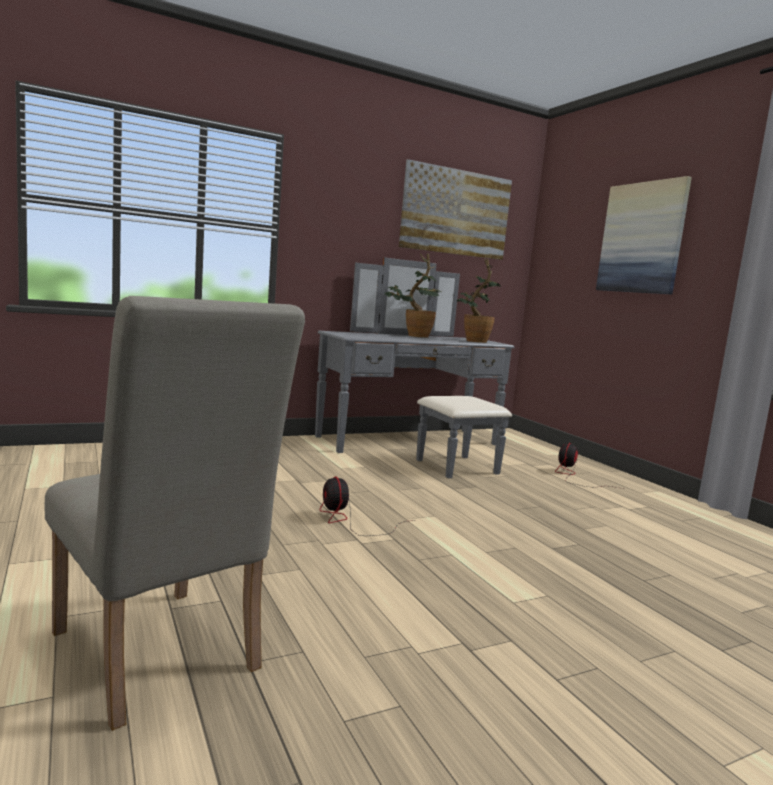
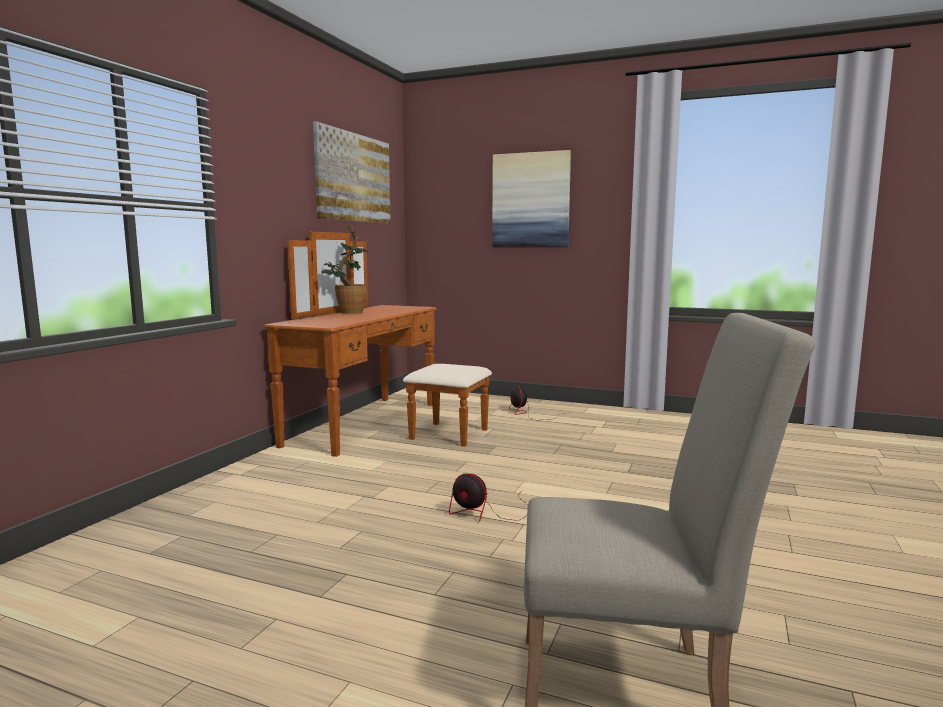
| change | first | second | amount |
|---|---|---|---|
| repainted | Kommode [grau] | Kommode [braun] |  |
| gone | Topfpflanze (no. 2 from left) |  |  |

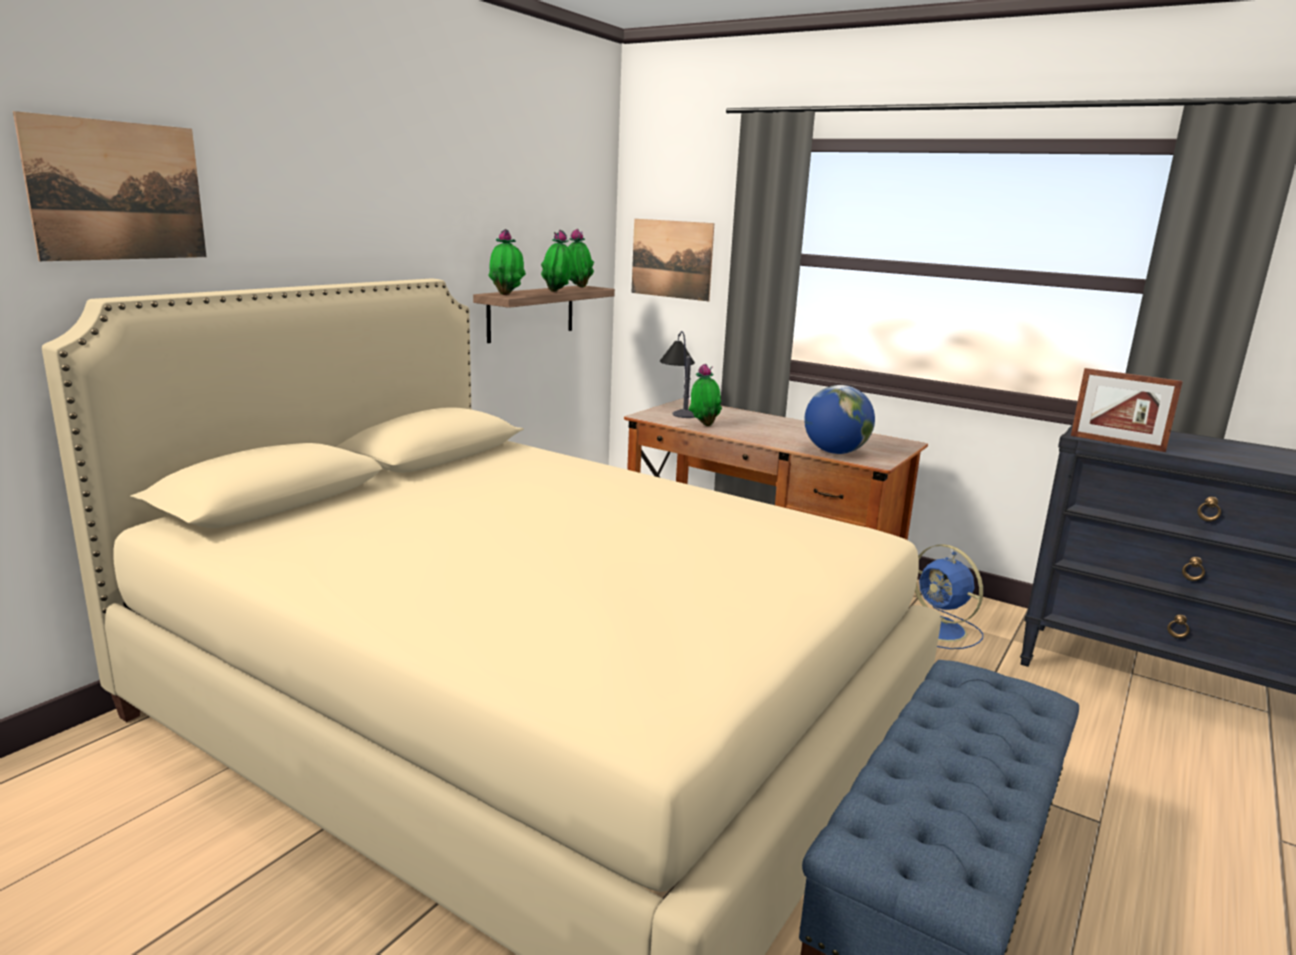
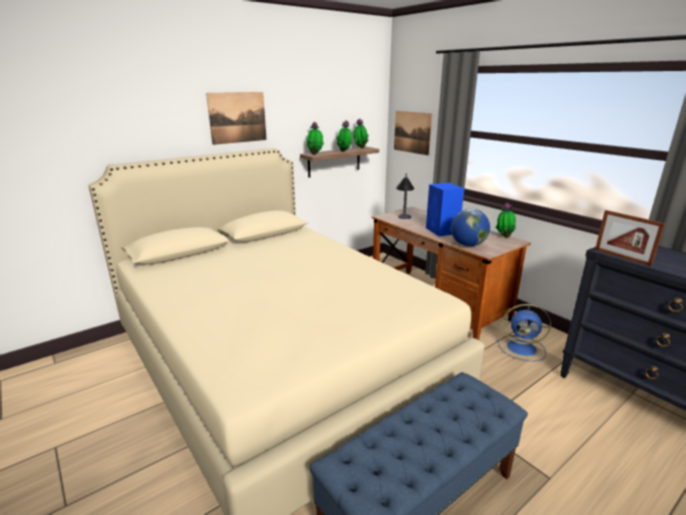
| change | first | second | amount |
|---|---|---|---|
| shifted | Bild (no. 1 from left) |  |  |
| shifted | Topfpflanze (no. 4 from left) |  |  |
| rotated | Ventilator [blau] |  | 60 degrees counterclockwise |
| new |  | Lautsprecher [blau] |  |

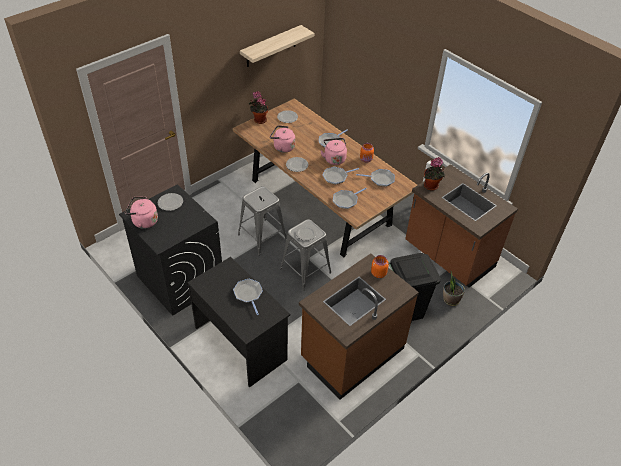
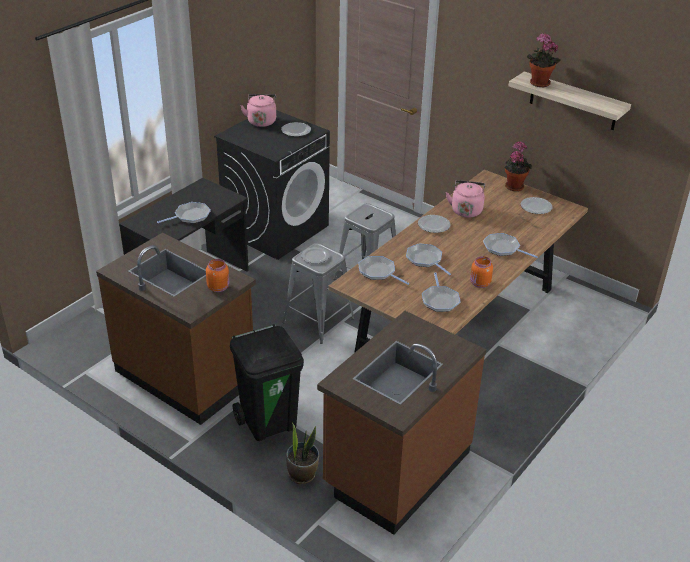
| change | first | second | amount |
|---|---|---|---|
| gone | Wasserkessel [rosa] (no. 3 from left) |  |  |
| shifted | Topfpflanze (no. 2 from left in the first image) | Topfpflanze (no. 3 from left) |  |

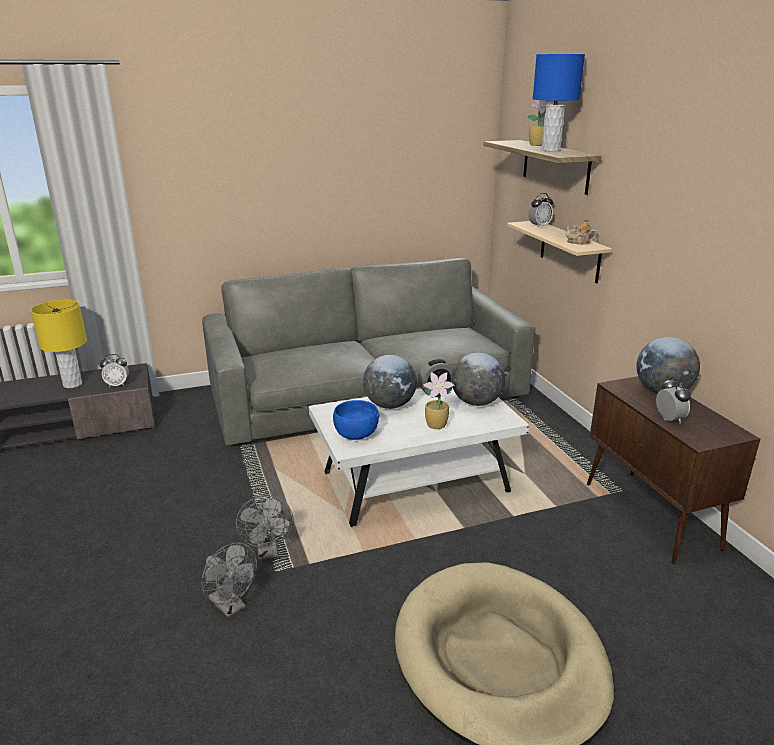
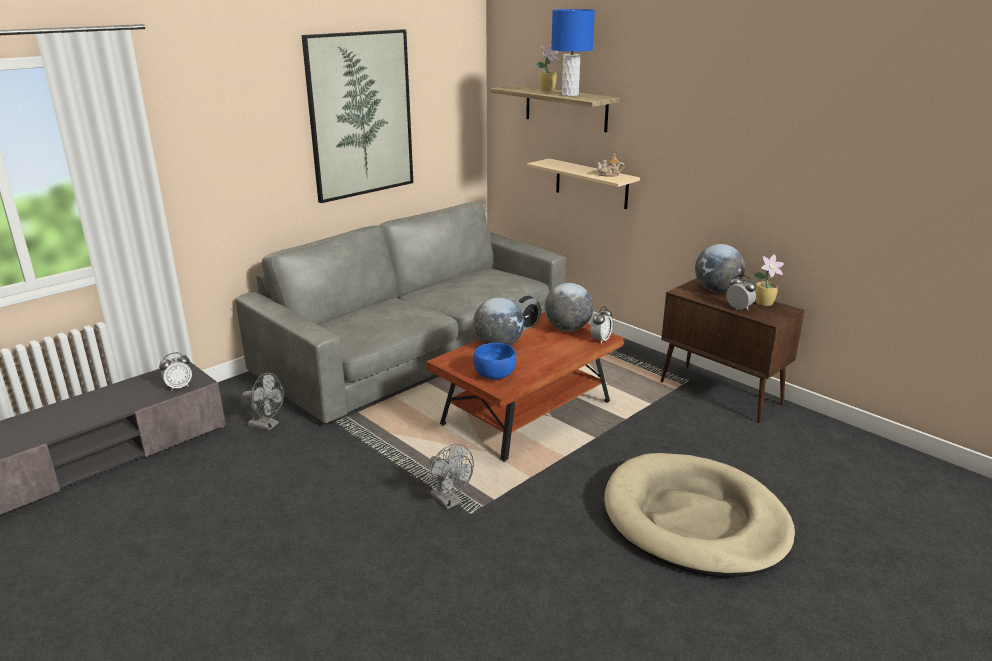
| change | first | second | amount |
|---|---|---|---|
| gone | Tischlampe [gelb] |  |  |
| shifted | Ventilator [grau] (no. 1 from left) |  |  |
| repainted | Couchtisch [weiß] | Couchtisch [braun] |  |
| shifted | Topfpflanze (no. 1 from left in the first image) | Topfpflanze (no. 2 from left) |  |
| shifted | Wecker (no. 3 from left) |  |  |
| new |  | Bild |  |

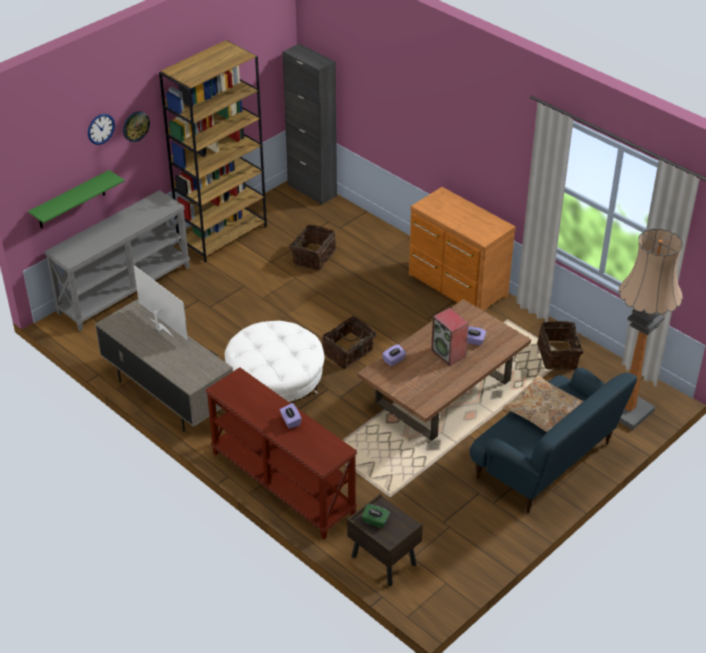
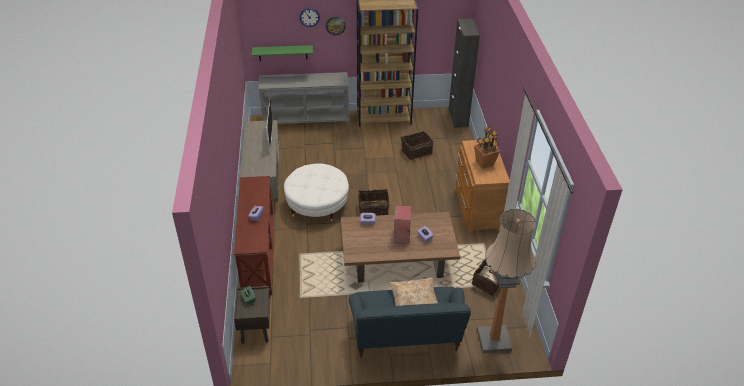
| change | first | second | amount |
|---|---|---|---|
| new |  | Topfpflanze |  |

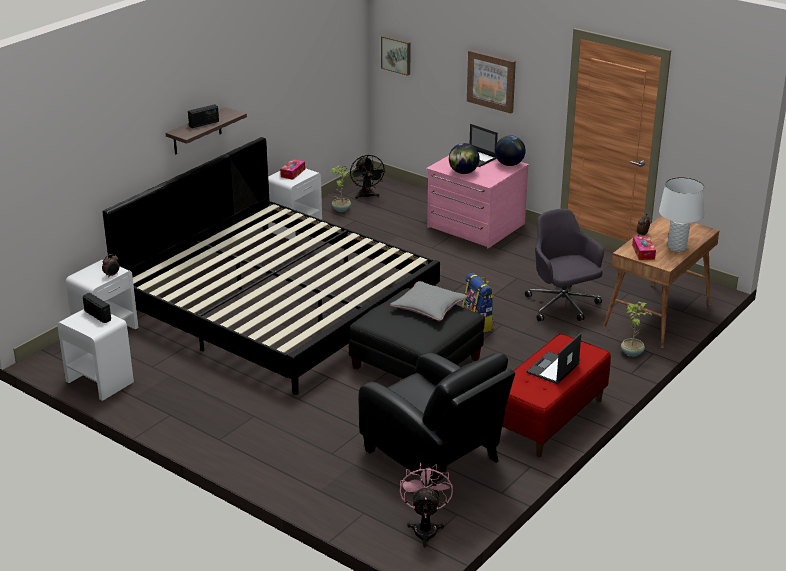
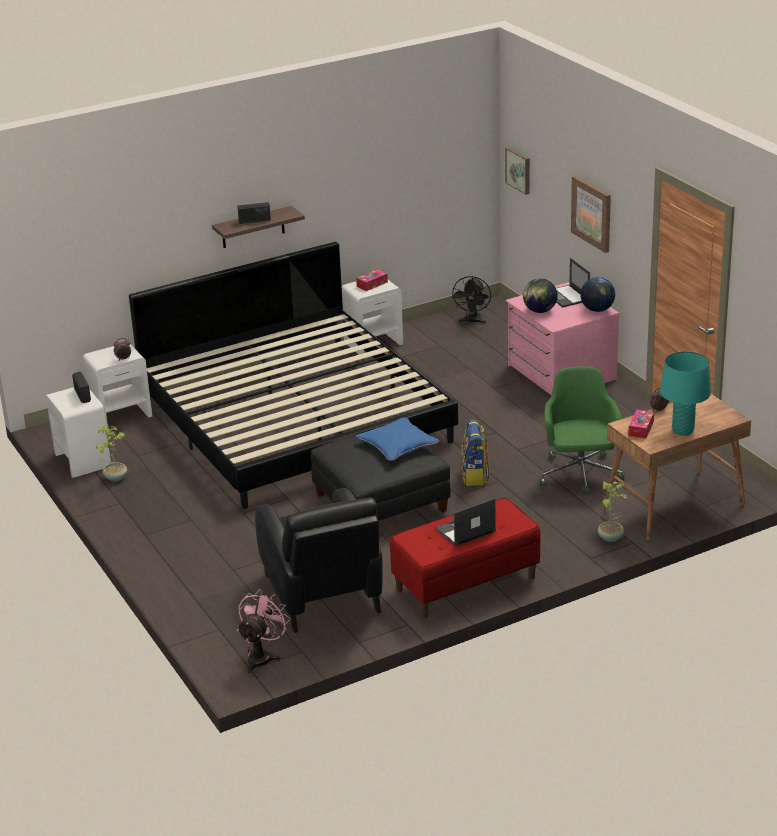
| change | first | second | amount |
|---|---|---|---|
| shifted | Topfpflanze (no. 1 from left) |  |  |
| repainted | Kissen [grau] | Kissen [blau] |  |
| repainted | Bürostuhl [grau] | Bürostuhl [grün] |  |
| repainted | Tischlampe [weiß] | Tischlampe [türkis] |  |

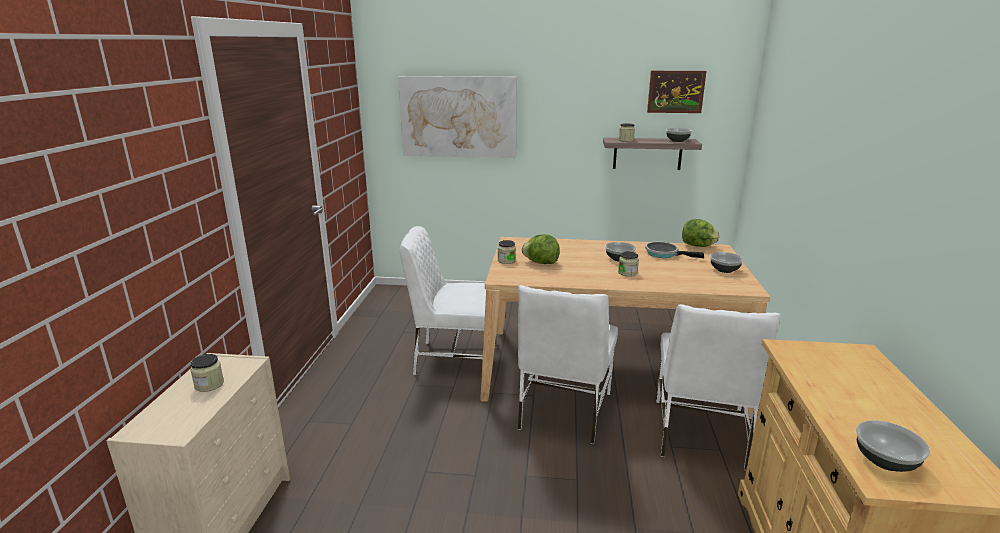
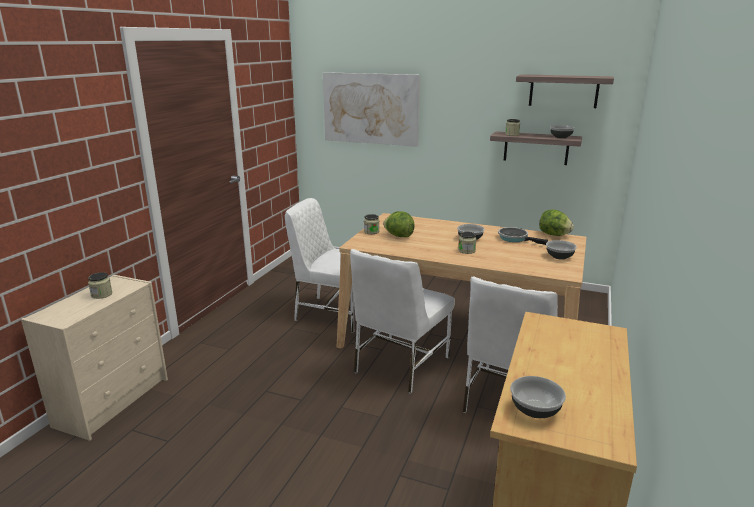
| change | first | second | amount |
|---|---|---|---|
| swapped | Bild (no. 2 from left) | Wandregal (no. 2 from left) |  |

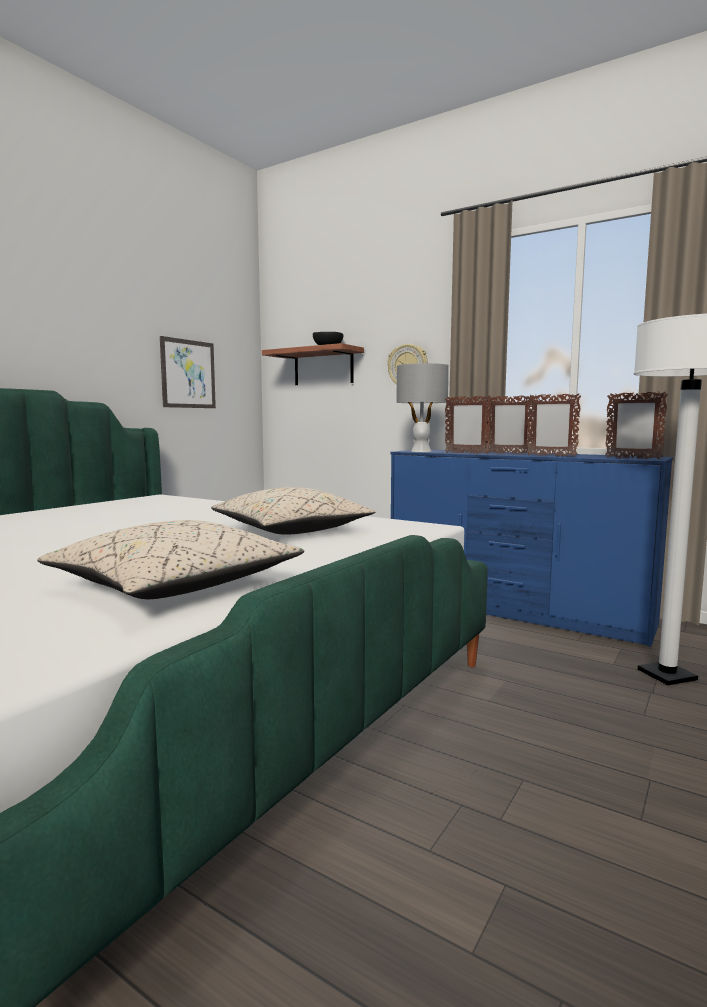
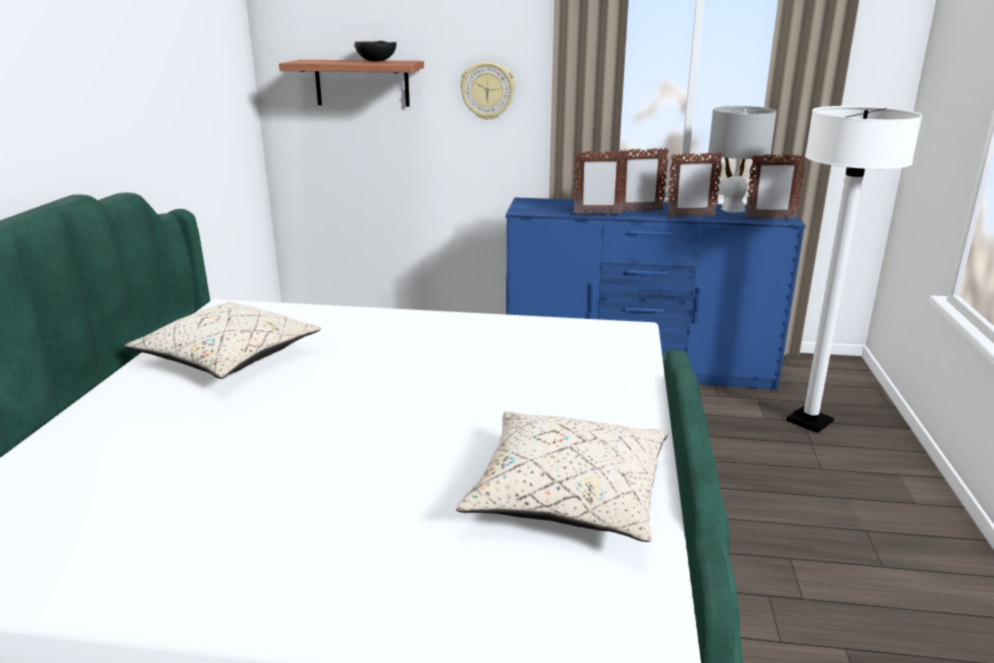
| change | first | second | amount |
|---|---|---|---|
| gone | Bild |  |  |
| shifted | Kissen [beige] (no. 2 from left in the first image) | Kissen [beige] (no. 1 from left) |  |
| shifted | Tischlampe [grau] |  |  |

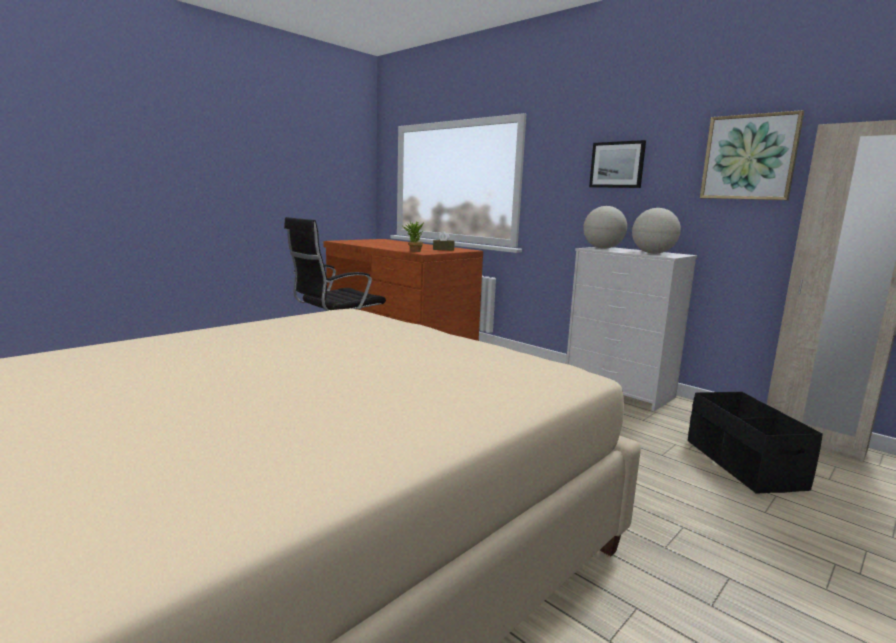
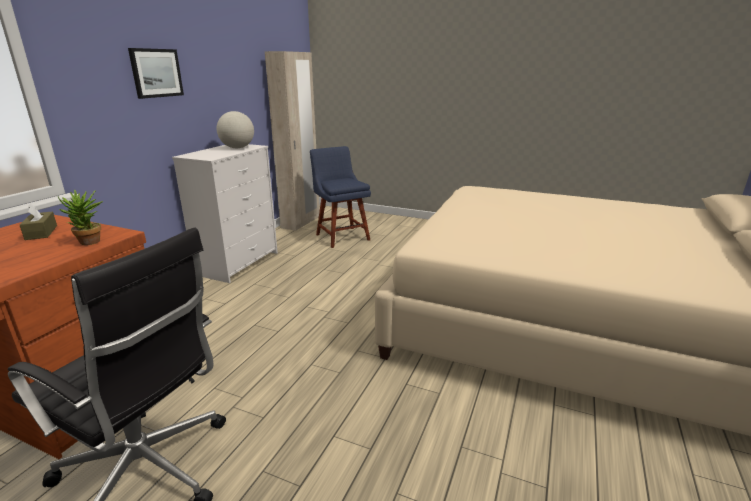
| change | first | second | amount |
|---|---|---|---|
| gone | Globus (no. 1 from left) |  |  |
| swapped | Aufbewahrungsbox [schwarz] | Stuhl [blau] |  |
| gone | Bild (no. 2 from left) |  |  |

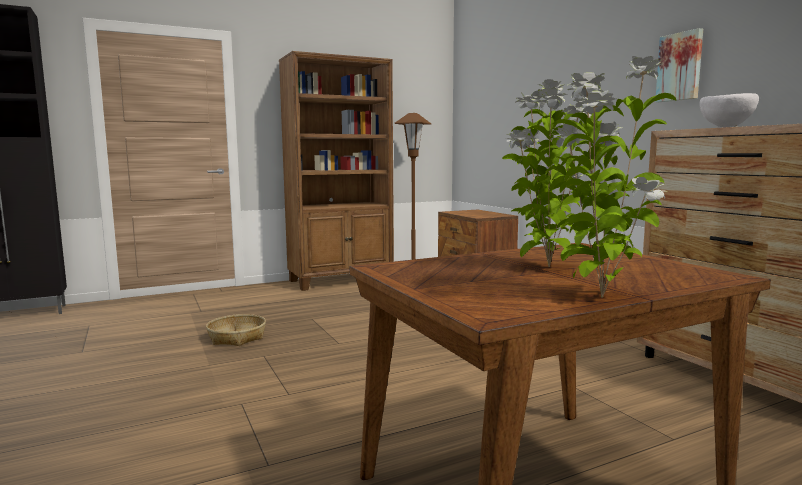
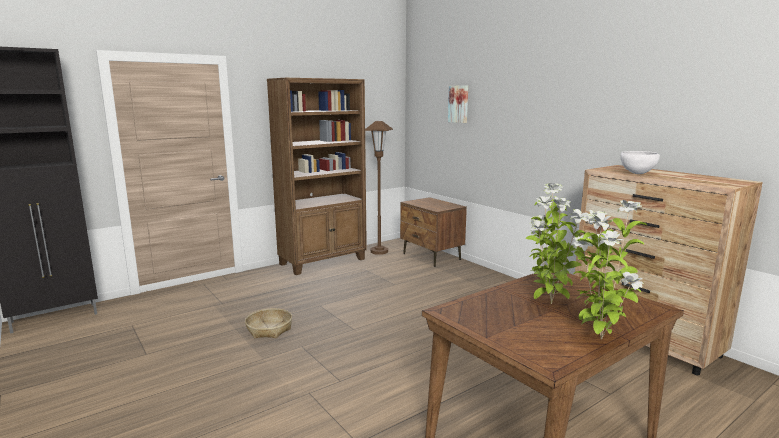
| change | first | second | amount |
|---|---|---|---|
| shifted | Bild |  |  |

